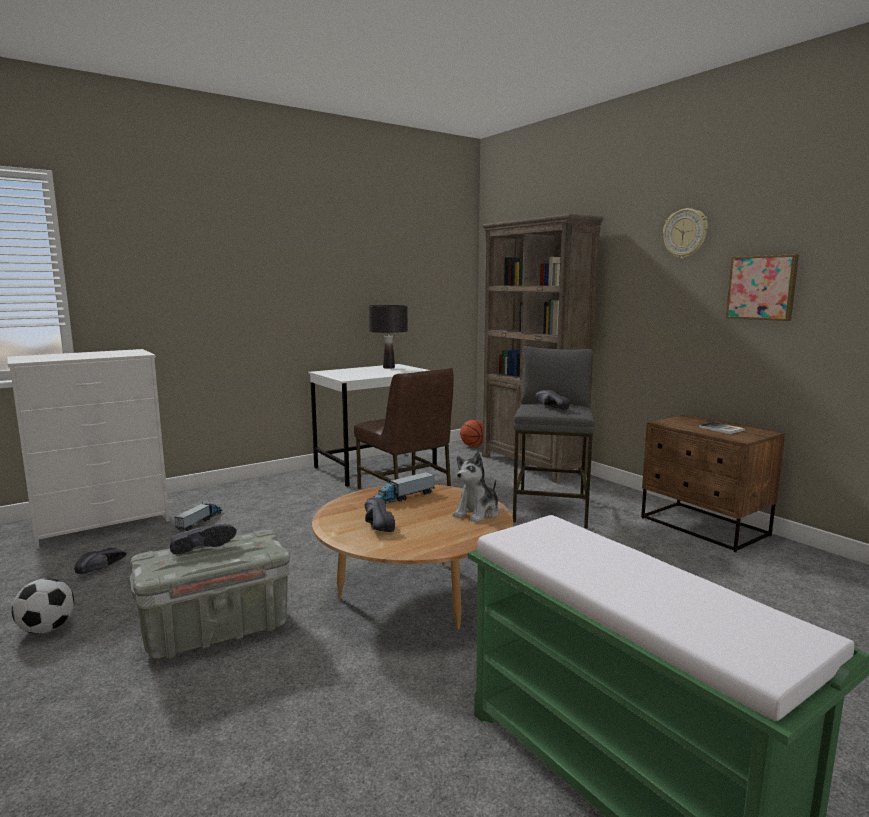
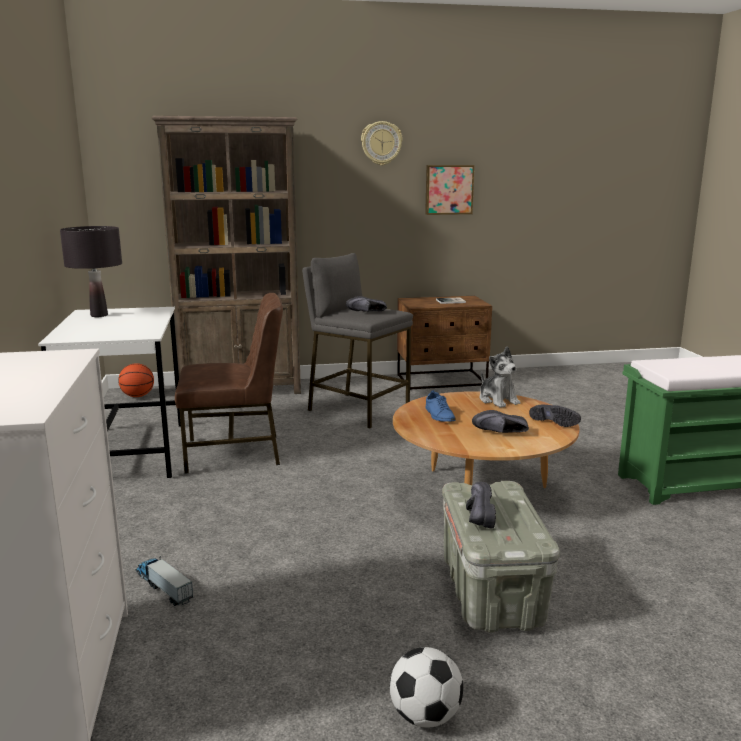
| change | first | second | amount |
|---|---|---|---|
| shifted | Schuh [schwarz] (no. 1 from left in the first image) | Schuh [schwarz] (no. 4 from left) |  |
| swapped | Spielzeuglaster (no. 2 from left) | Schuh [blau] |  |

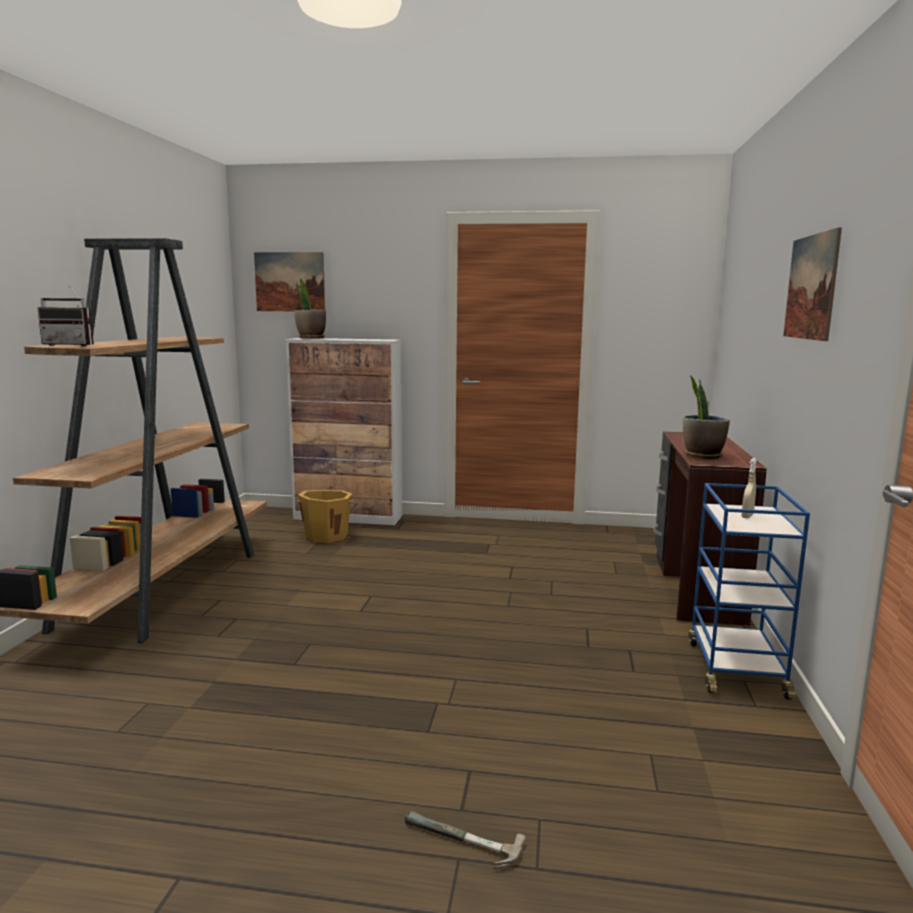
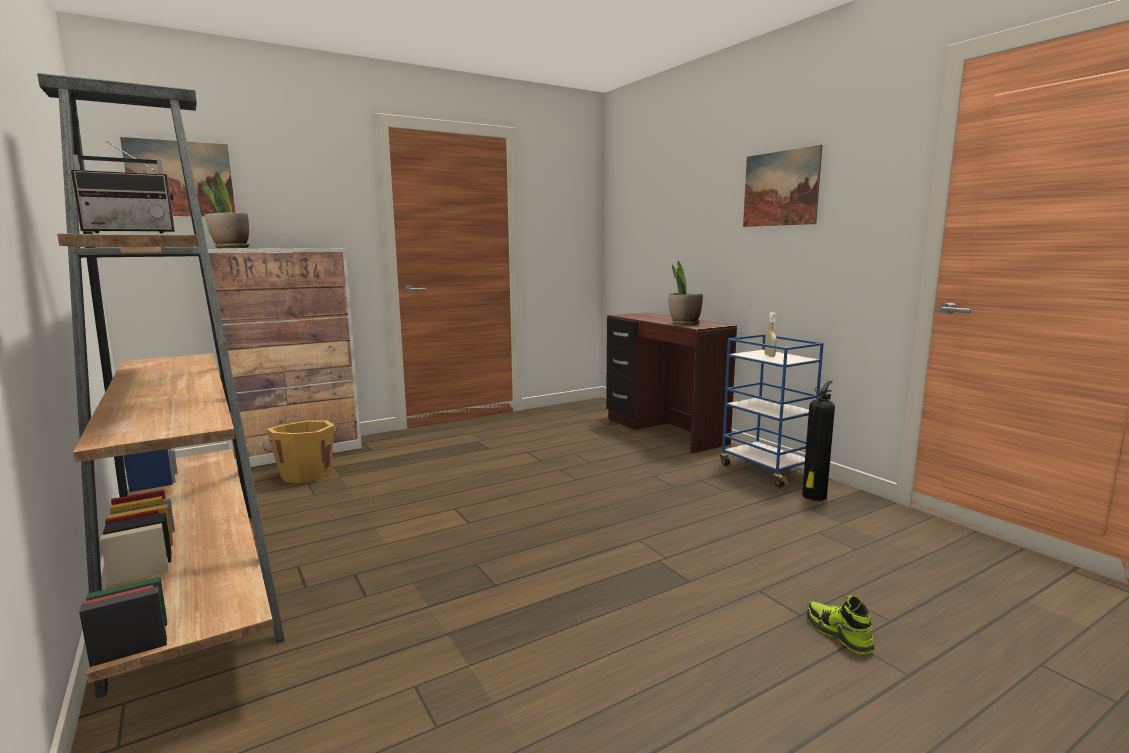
| change | first | second | amount |
|---|---|---|---|
| swapped | Hammer | Schuh |  |
| new |  | Feuerlöscher |  |

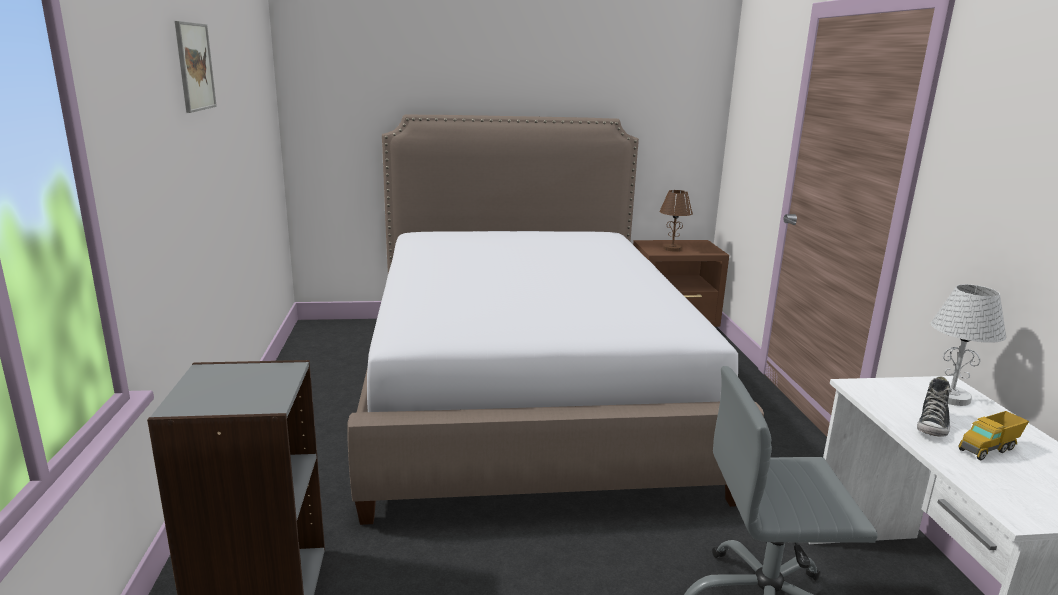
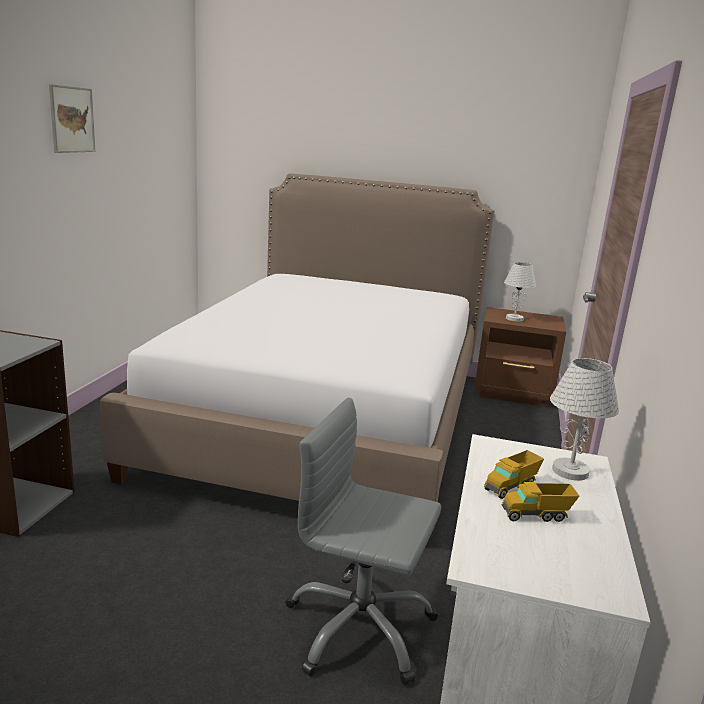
| change | first | second | amount |
|---|---|---|---|
| repainted | Tischlampe [braun] | Tischlampe [weiß] (no. 1 from left) |  |
| swapped | Schuh | Spielzeuglaster (no. 1 from left) |  |

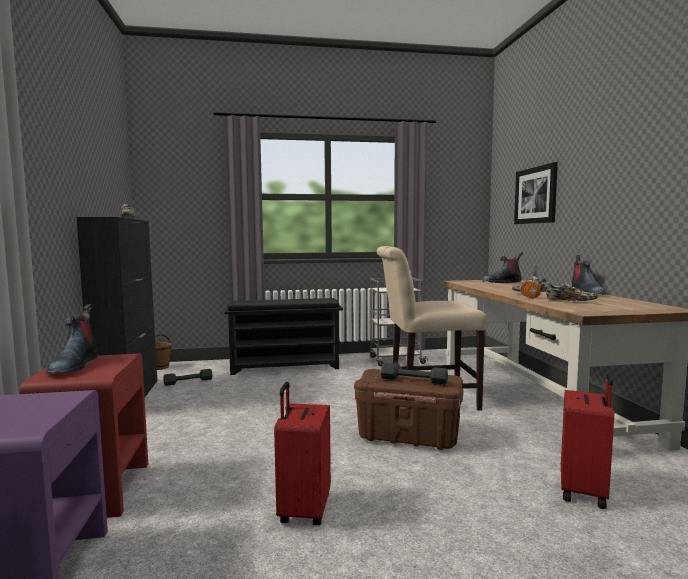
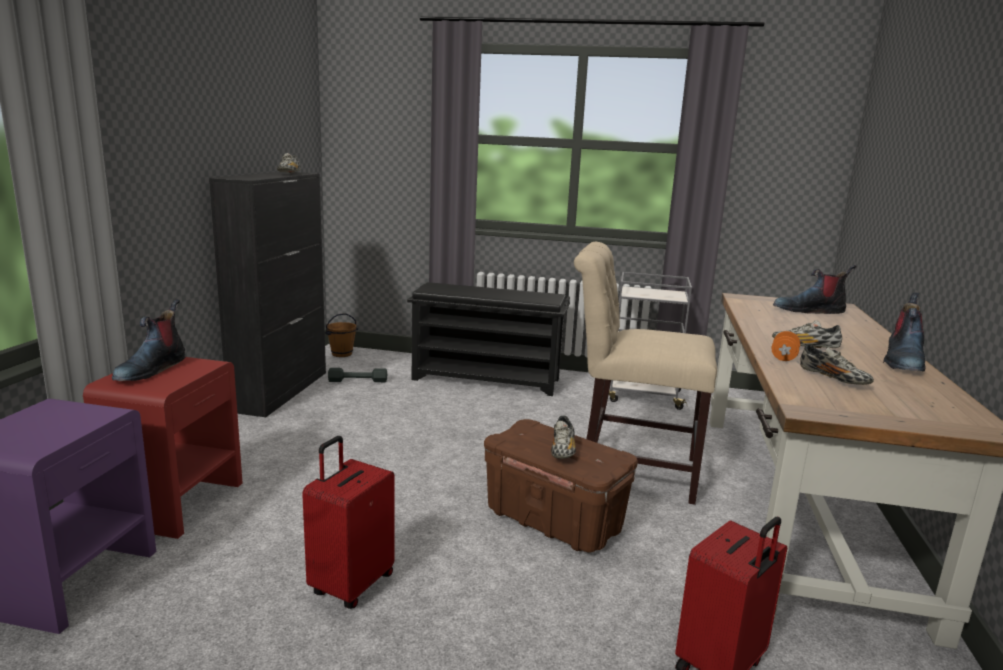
| change | first | second | amount |
|---|---|---|---|
| swapped | Hantel [grau] (no. 2 from left) | Schuh (no. 2 from left) |  |
| gone | Bild |  |  |

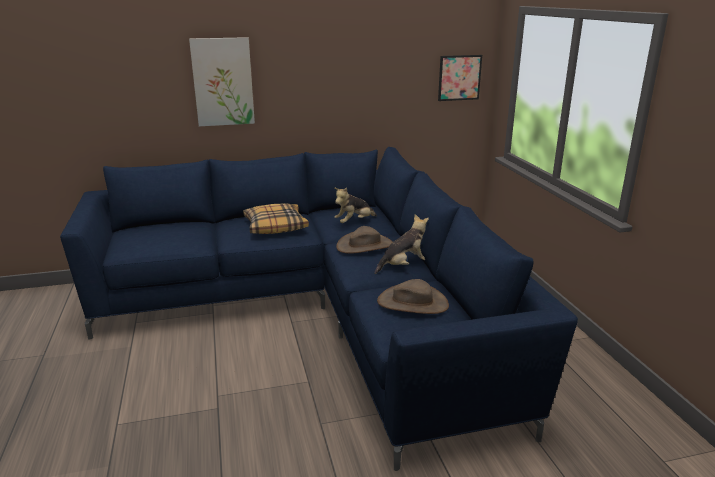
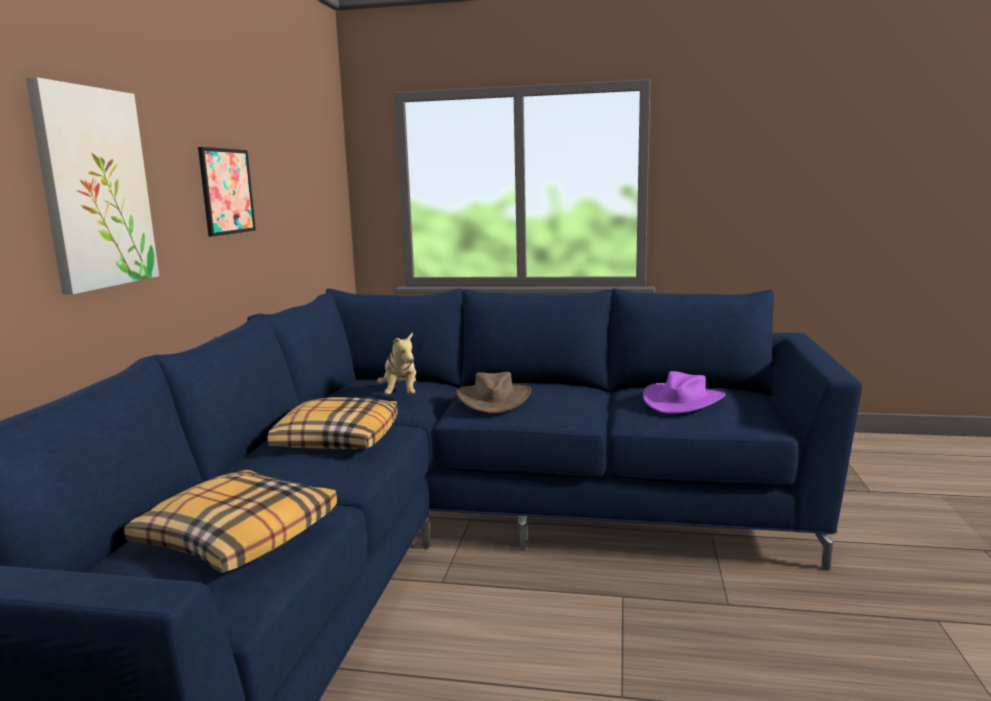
| change | first | second | amount |
|---|---|---|---|
| gone | Plüschtier (no. 2 from left) |  |  |
| repainted | Hut [braun] (no. 2 from left) | Hut [lila] |  |
| shifted | Bild (no. 2 from left) |  |  |
| new |  | Kissen (no. 1 from left) |  |

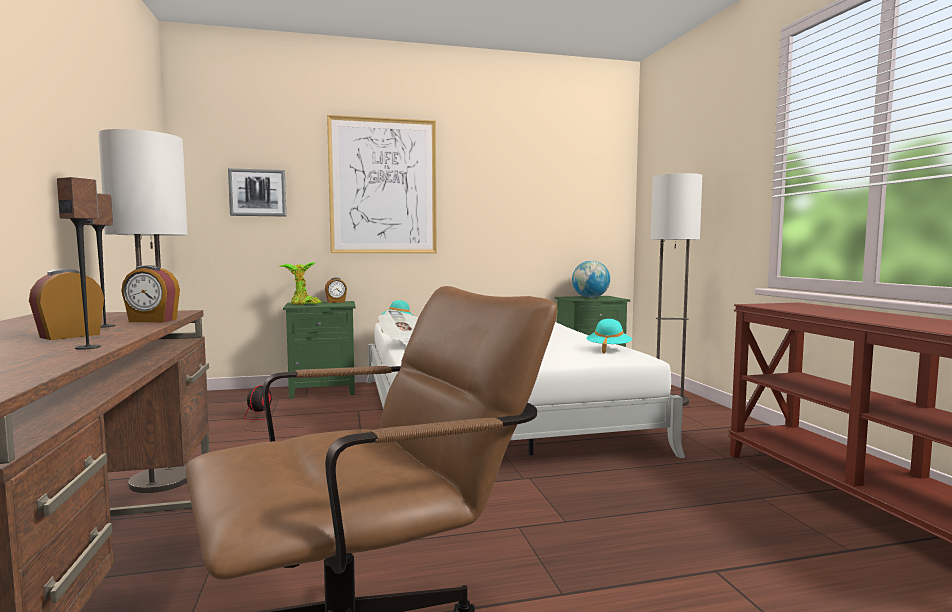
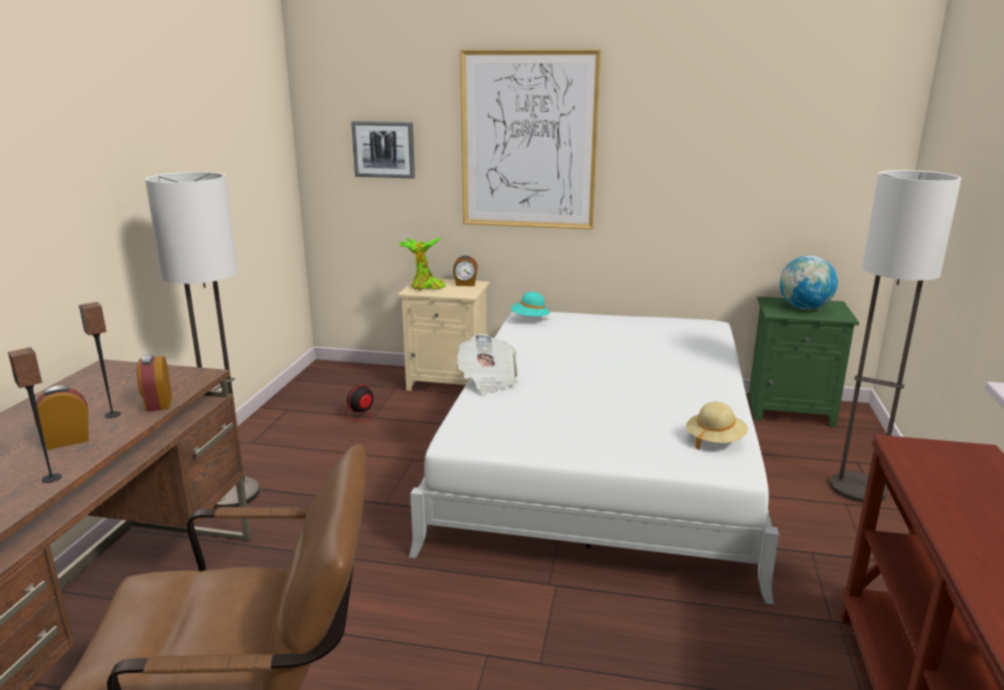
| change | first | second | amount |
|---|---|---|---|
| rotated | Wecker (no. 2 from left) |  | 45 degrees clockwise |
| repainted | Nachttisch [grün] (no. 1 from left) | Nachttisch [beige] |  |
| repainted | Hut [türkis] (no. 2 from left) | Hut [beige] |  |

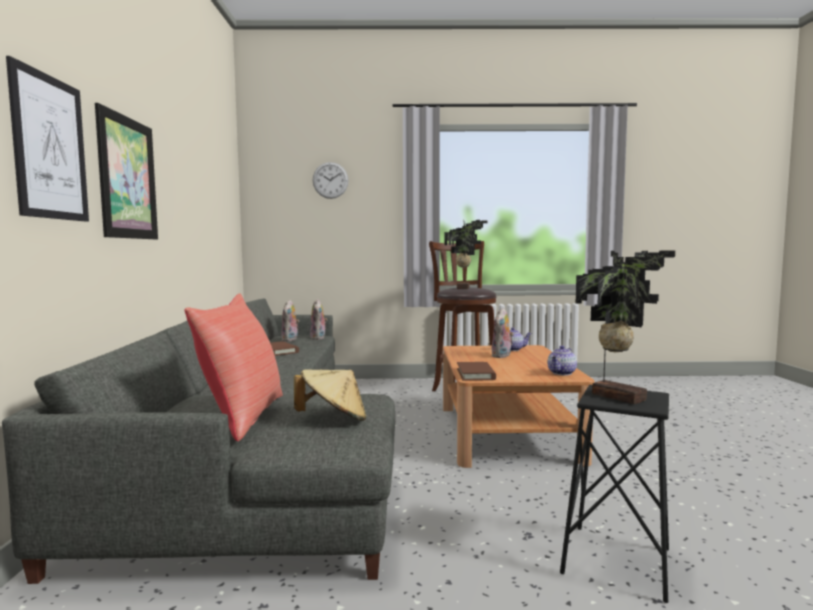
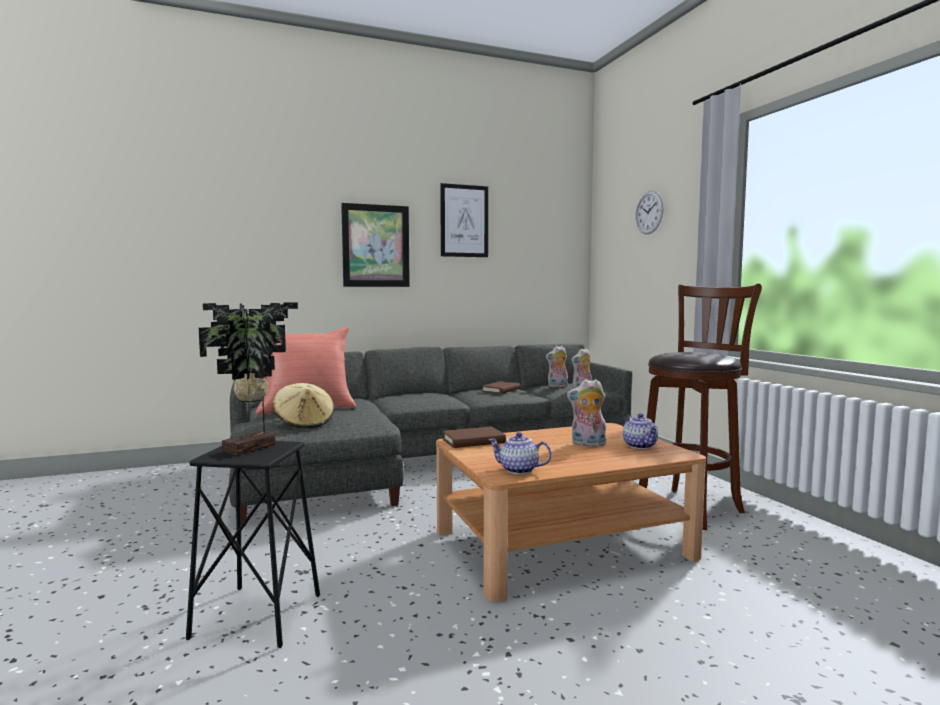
| change | first | second | amount |
|---|---|---|---|
| shifted | Bild (no. 1 from left in the first image) | Bild (no. 2 from left) |  |
| gone | Topfpflanze (no. 1 from left) |  |  |

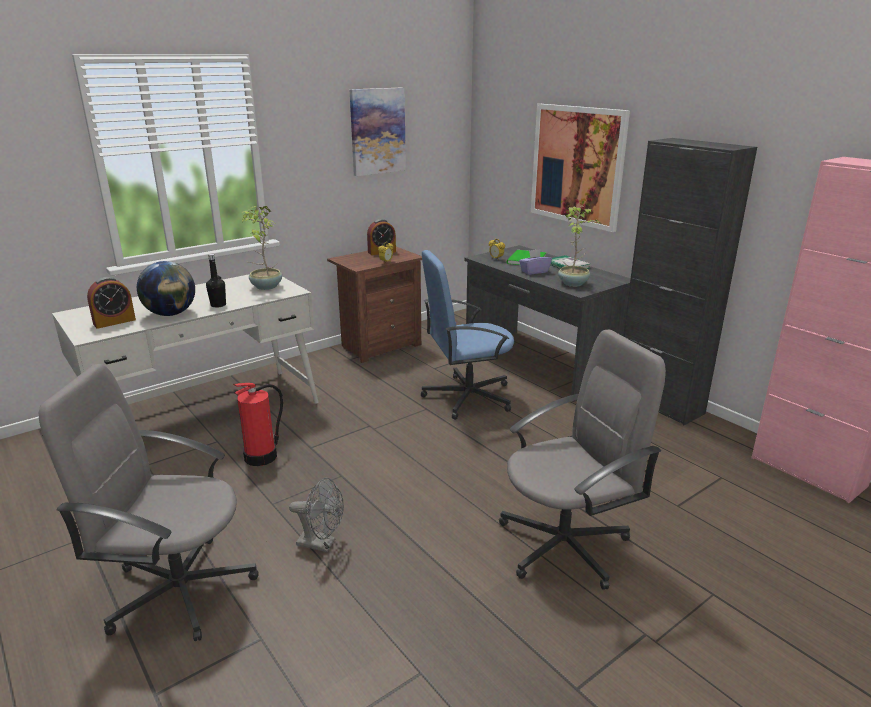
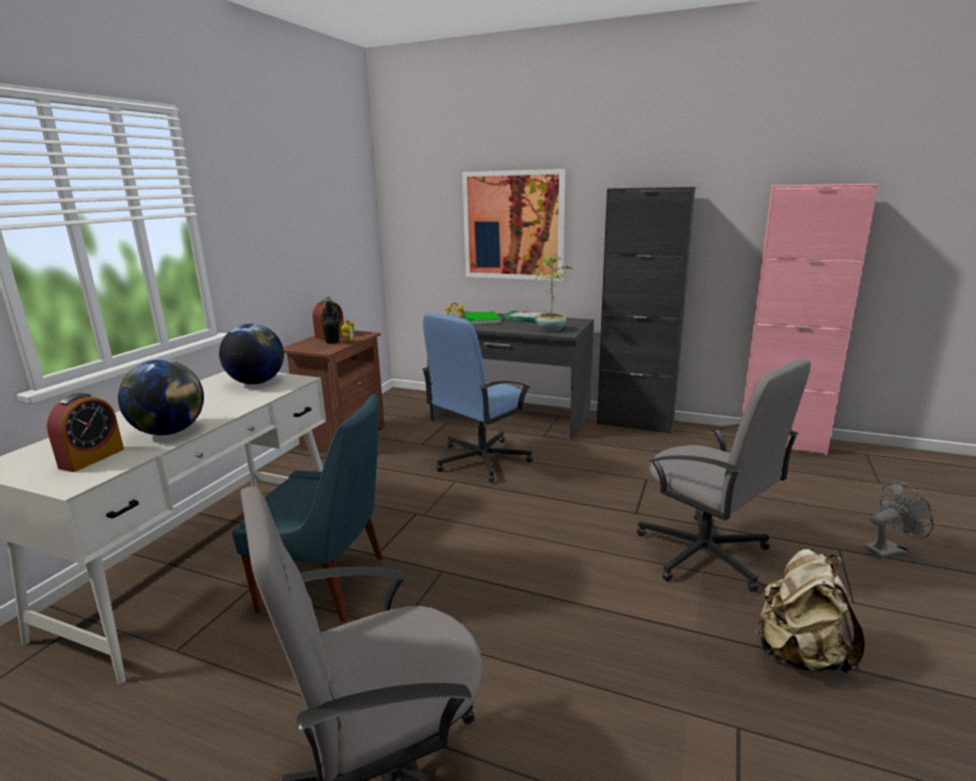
| change | first | second | amount |
|---|---|---|---|
| shifted | Flasche [schwarz] |  |  |
| swapped | Feuerlöscher | Stuhl [blau] |  |
| swapped | Topfpflanze (no. 1 from left) | Globus (no. 2 from left) |  |
| shifted | Ventilator [grau] |  |  |
| gone | Bild (no. 1 from left) |  |  |
| rotated | Bürostuhl [grau] (no. 2 from left) |  | 105 degrees clockwise |
| gone | Taschentuchbox [lila] |  |  |
| new |  | Rucksack [beige] |  |

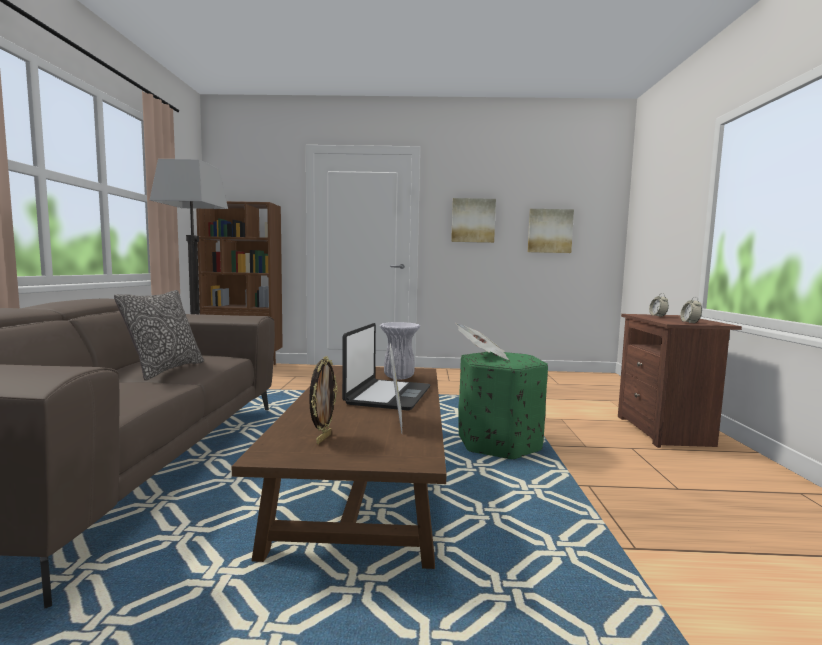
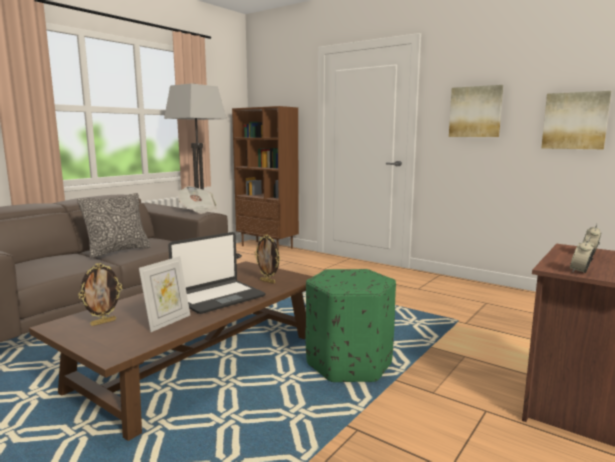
| change | first | second | amount |
|---|---|---|---|
| swapped | Vase [weiß] | Bilderrahmen (no. 3 from left) |  |
| shifted | Zeitung |  |  |

